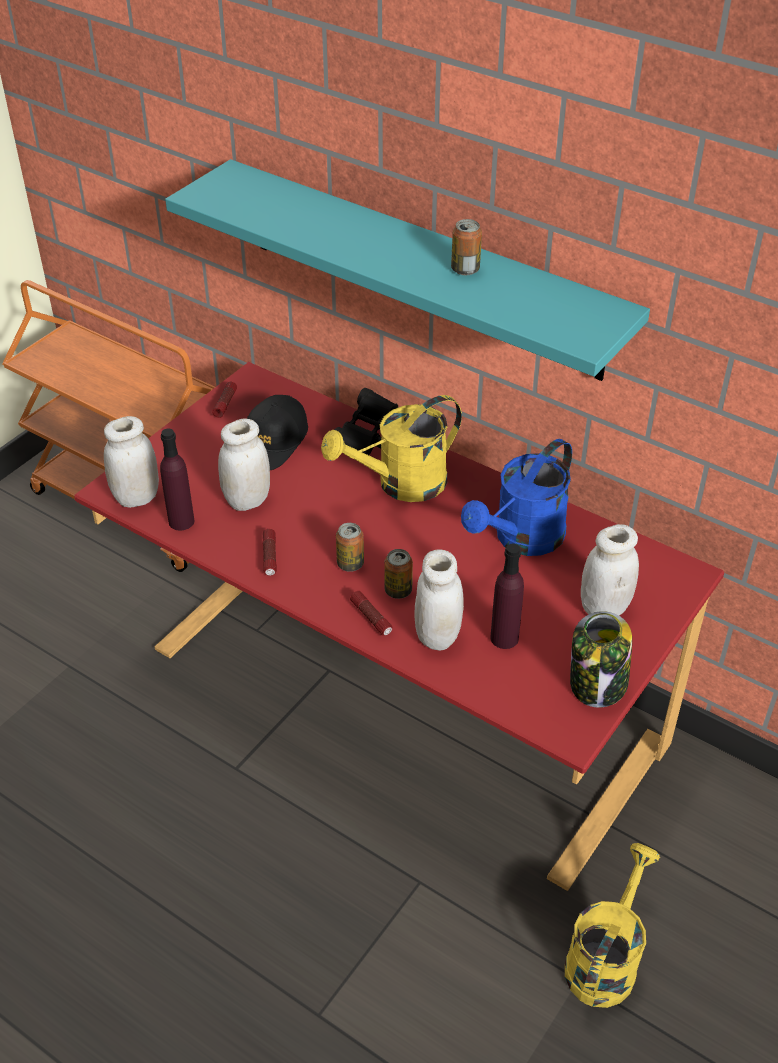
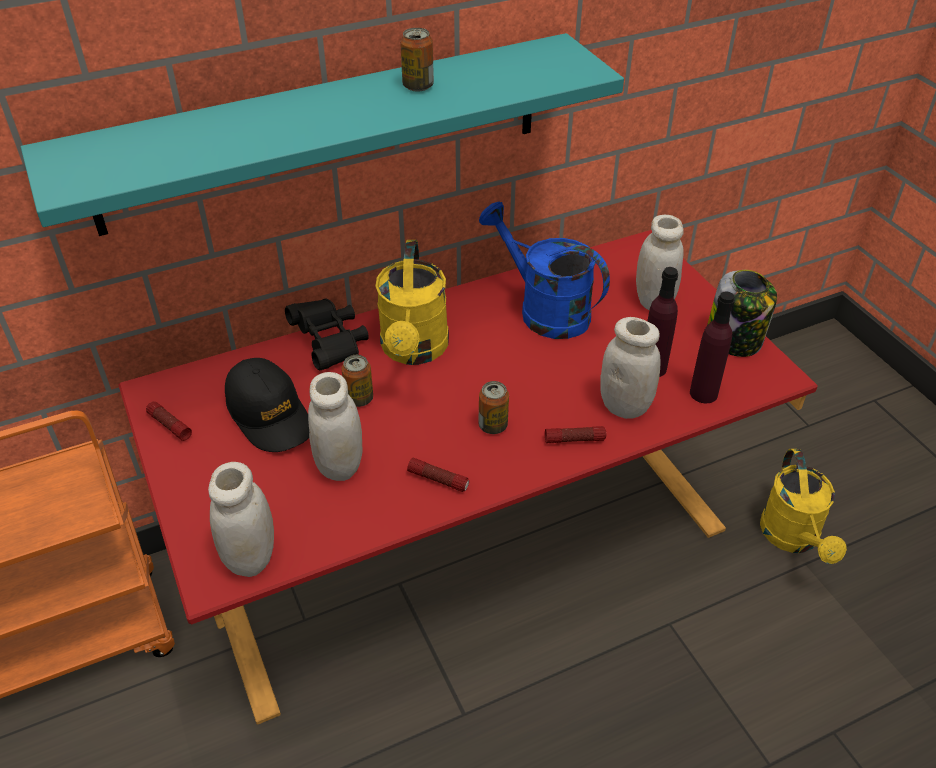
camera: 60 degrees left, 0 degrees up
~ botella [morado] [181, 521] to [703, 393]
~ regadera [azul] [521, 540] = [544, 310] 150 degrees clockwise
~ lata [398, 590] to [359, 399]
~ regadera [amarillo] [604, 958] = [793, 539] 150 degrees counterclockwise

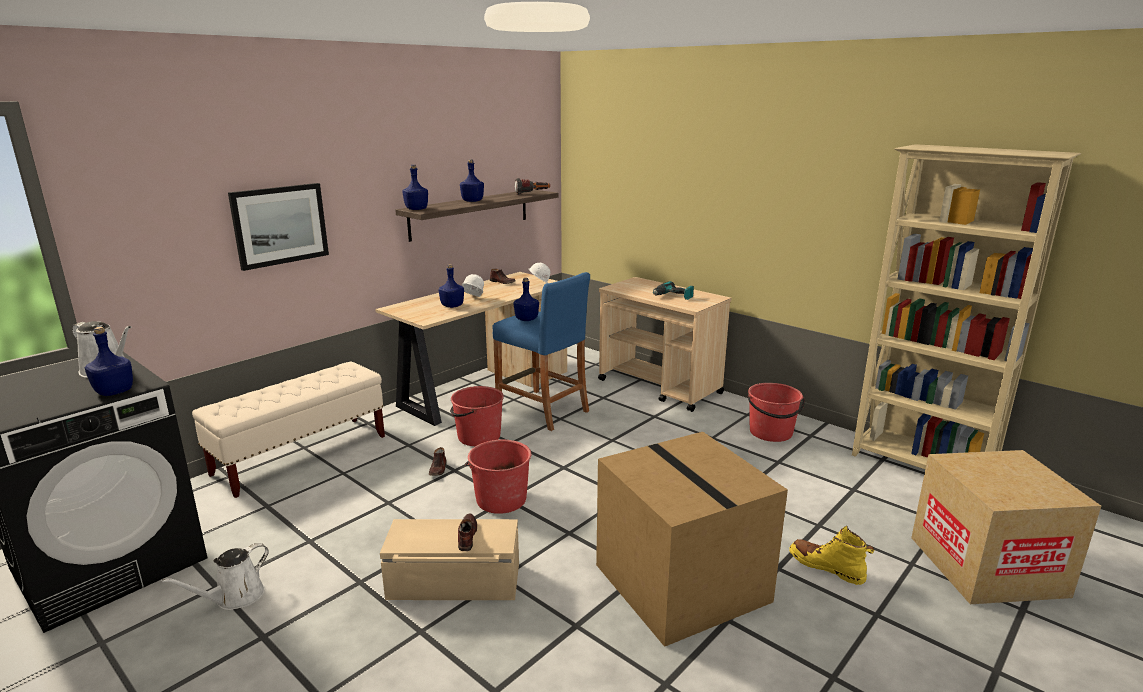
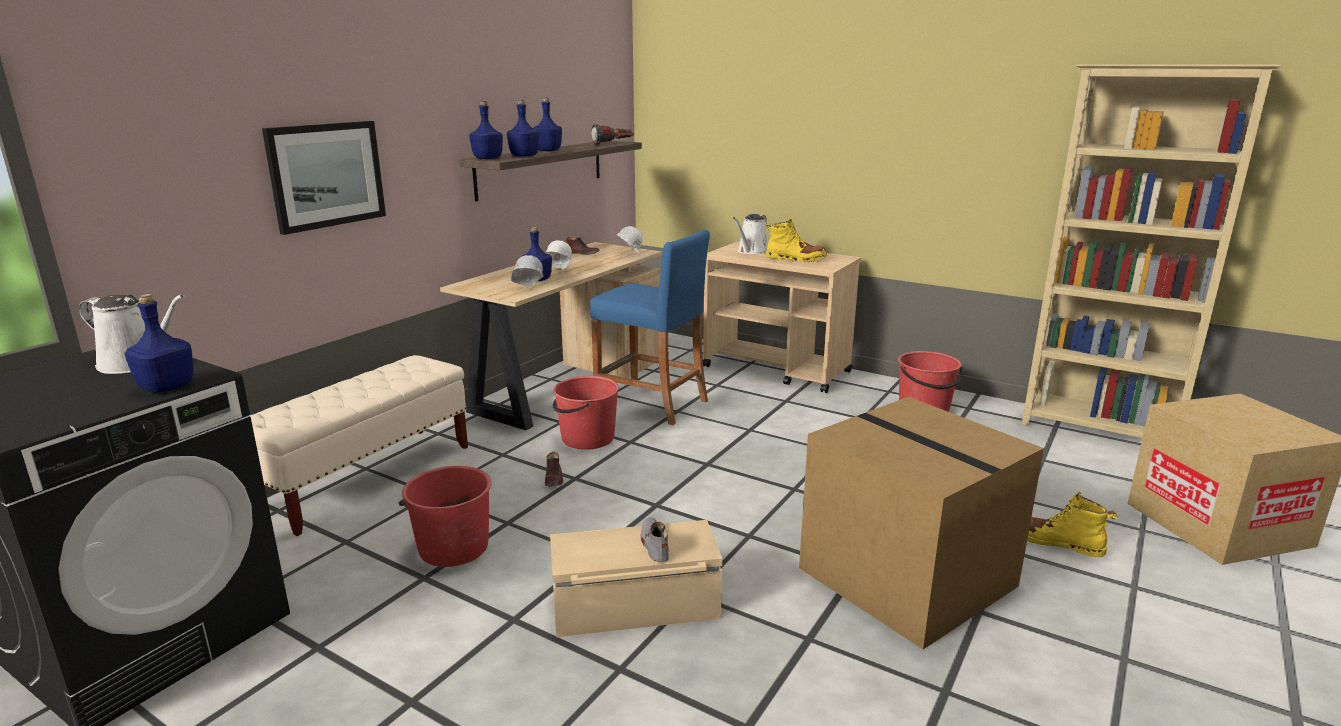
camera: 10 degrees left, 0 degrees up
~ botella [azul] [527, 319] to [524, 156]
~ taladro [673, 296] to bota [amarillo] [795, 259]
~ cubo [rojo] [501, 499] to [453, 547]
~ zapato [marrón] [466, 536] to zapato [gris] [654, 544]
~ regadera [blanco] [235, 598] to [751, 251]
+ casco [blanco] [527, 289]

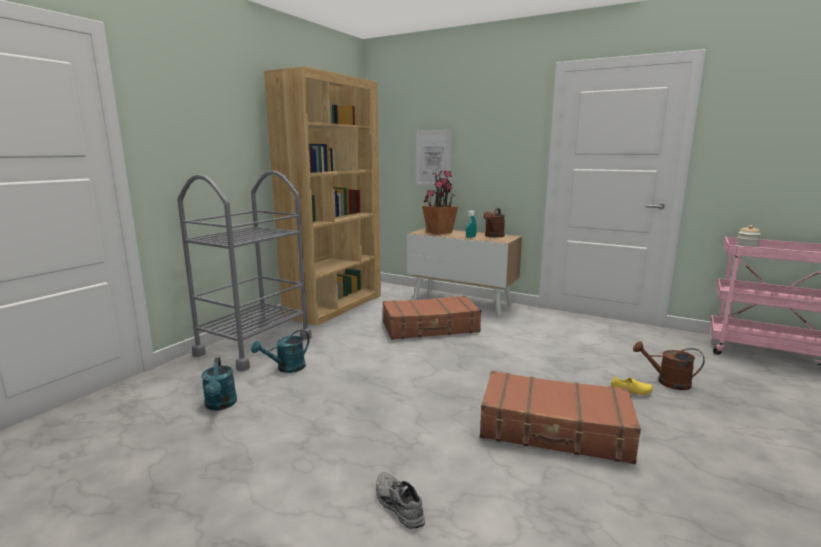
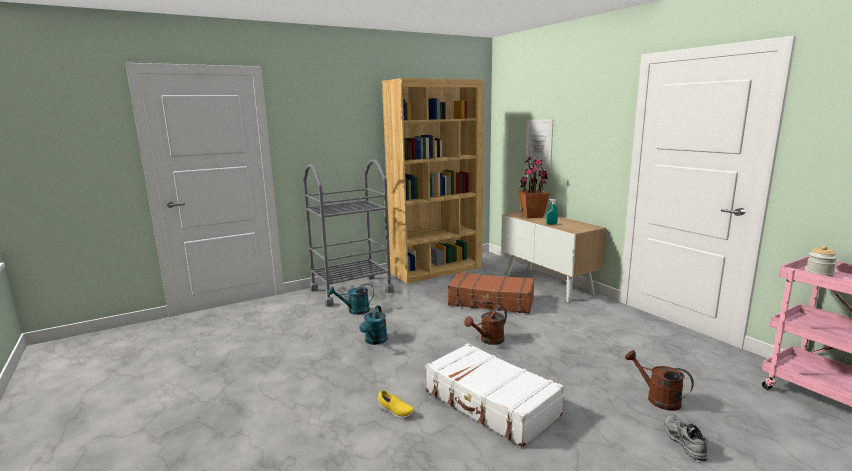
camera: 30 degrees right, 0 degrees up
~ regadera [marrón] [493, 236] to [488, 340]
~ regadera [turquesa] [221, 405] to [374, 341]
~ maleta [marrón] [555, 430] to maleta [blanco] [490, 404]
~ zapato [amarillo] [631, 394] to [395, 412]
~ zapato [gris] [397, 506] to [683, 441]

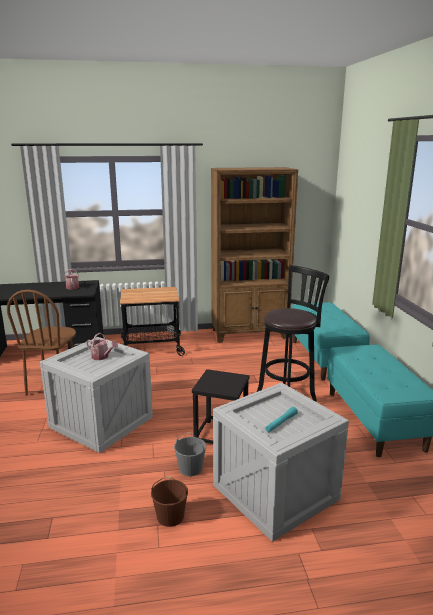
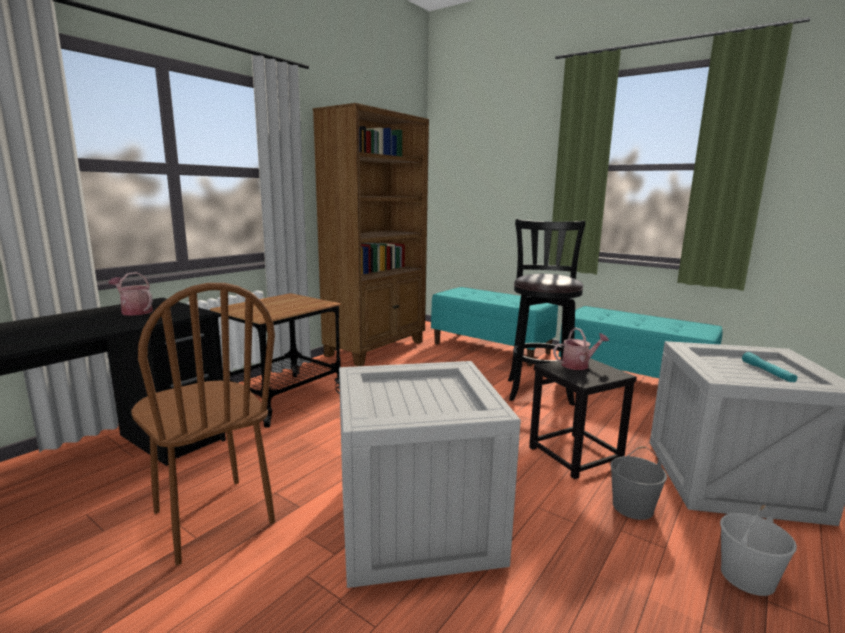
camera: 45 degrees left, 5 degrees down
~ regadera [102, 357] to [578, 365]
~ cubo [marrón] [170, 516] to cubo [blanco] [747, 577]

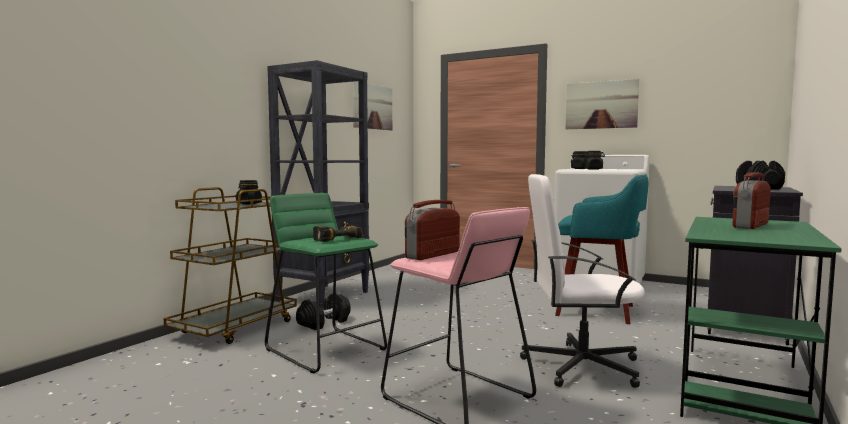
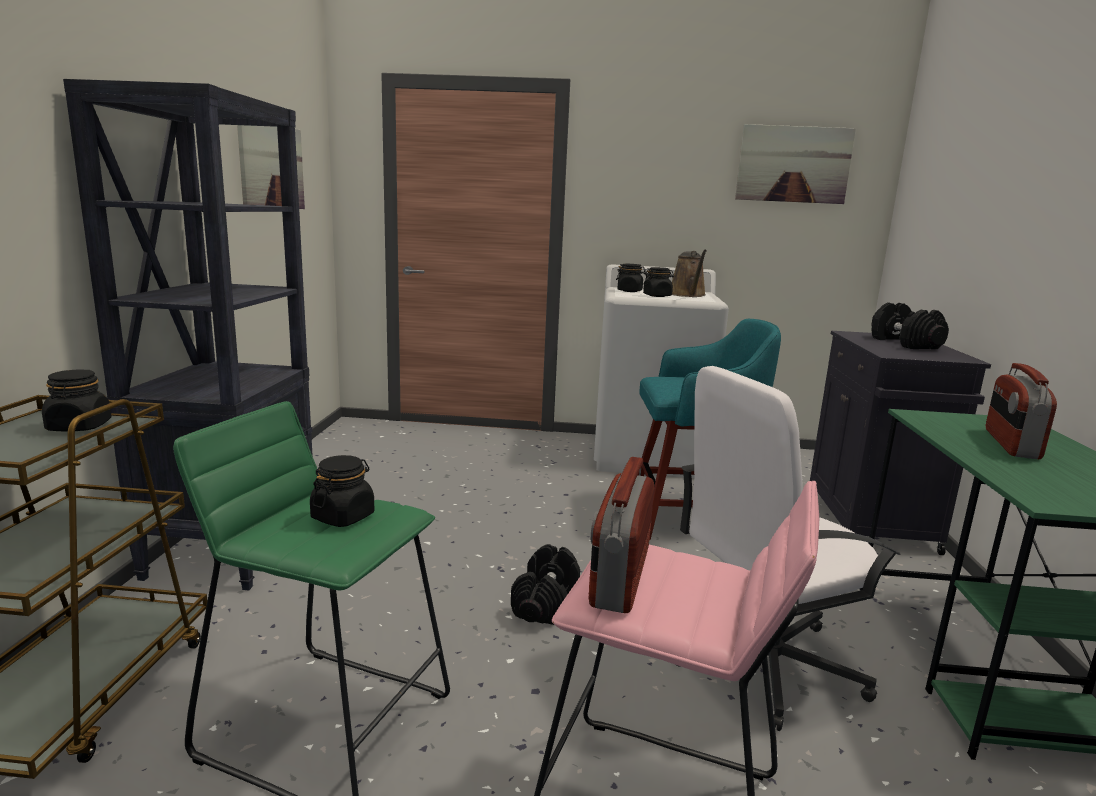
camera: 25 degrees left, 10 degrees up
~ cuadro [601, 105] to [793, 164]
~ taladro [335, 238] to tarro [negro] [343, 516]
~ mancuerna [negro] [324, 323] to [545, 602]
+ regadera [marrón] [688, 295]

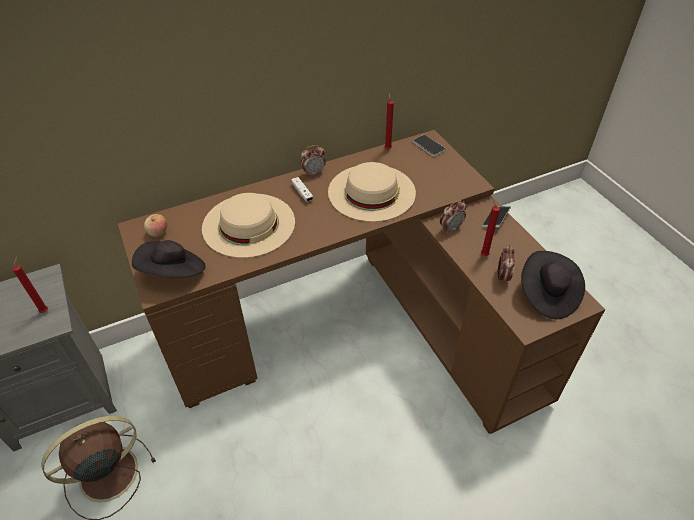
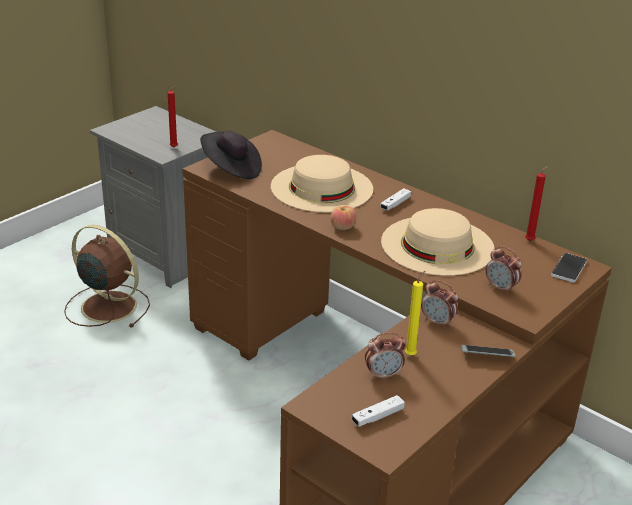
camera: 65 degrees right, 15 degrees down
~ despertador [313, 173] to [501, 288]
~ vela [rojo] [483, 254] to vela [amarillo] [411, 354]
~ manzana [158, 233] to [342, 227]
~ sombrero [negro] [547, 295] to mando de consola [blanco] [377, 417]

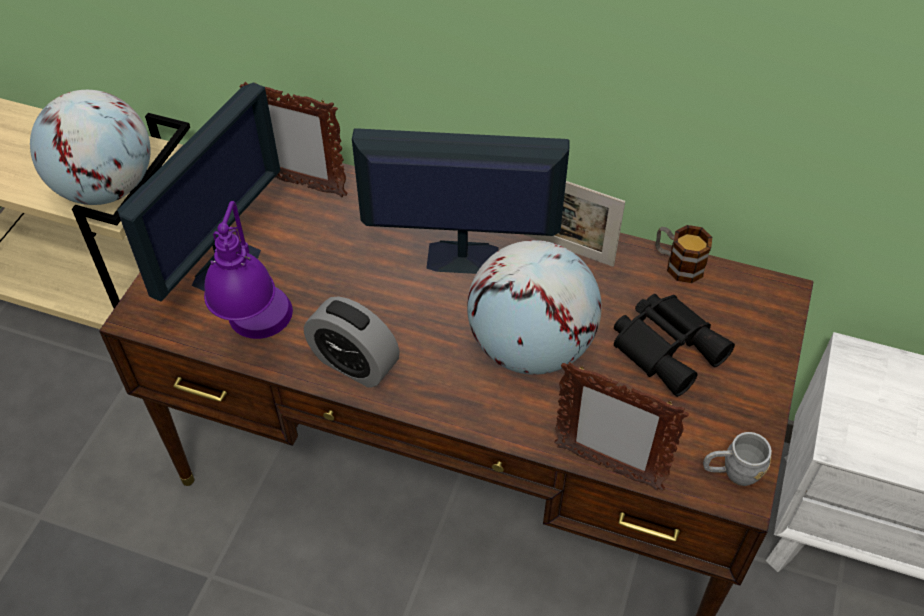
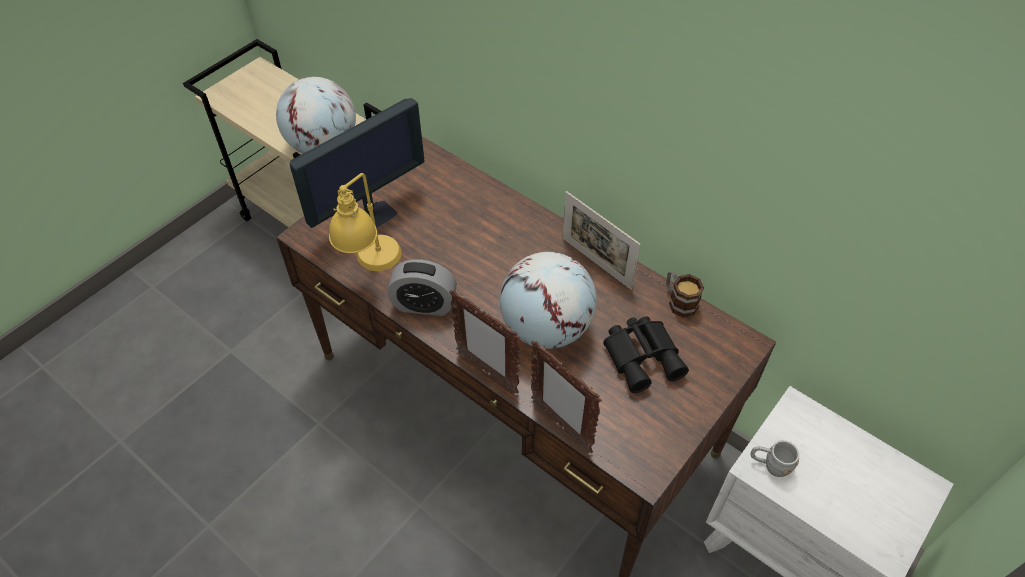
camera: 20 degrees right, 0 degrees up
~ portarretratos [303, 185] to [486, 371]
- monitor [460, 258]
~ lámpara de mesa [morado] [260, 336] to lámpara de mesa [amarillo] [372, 269]
~ despertador [354, 363] = [424, 304] 45 degrees counterclockwise
~ taza grande [gris] [731, 472] to [770, 465]

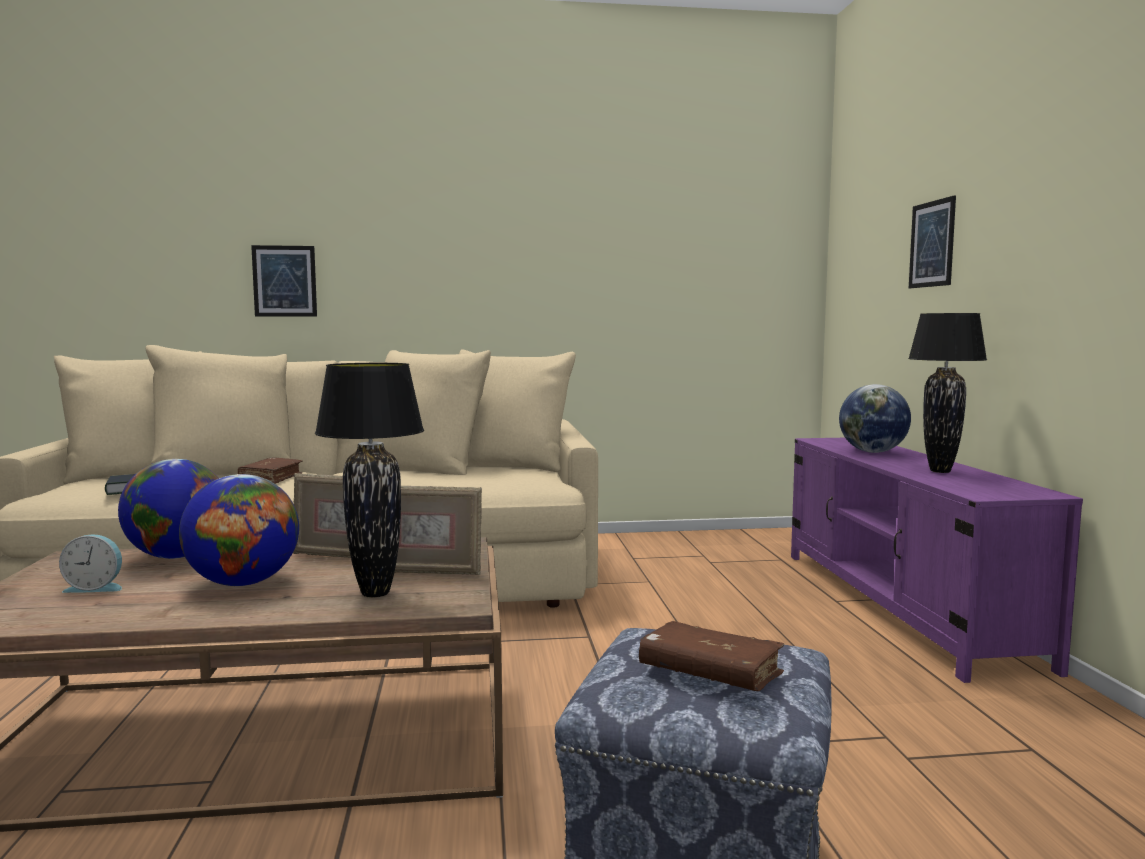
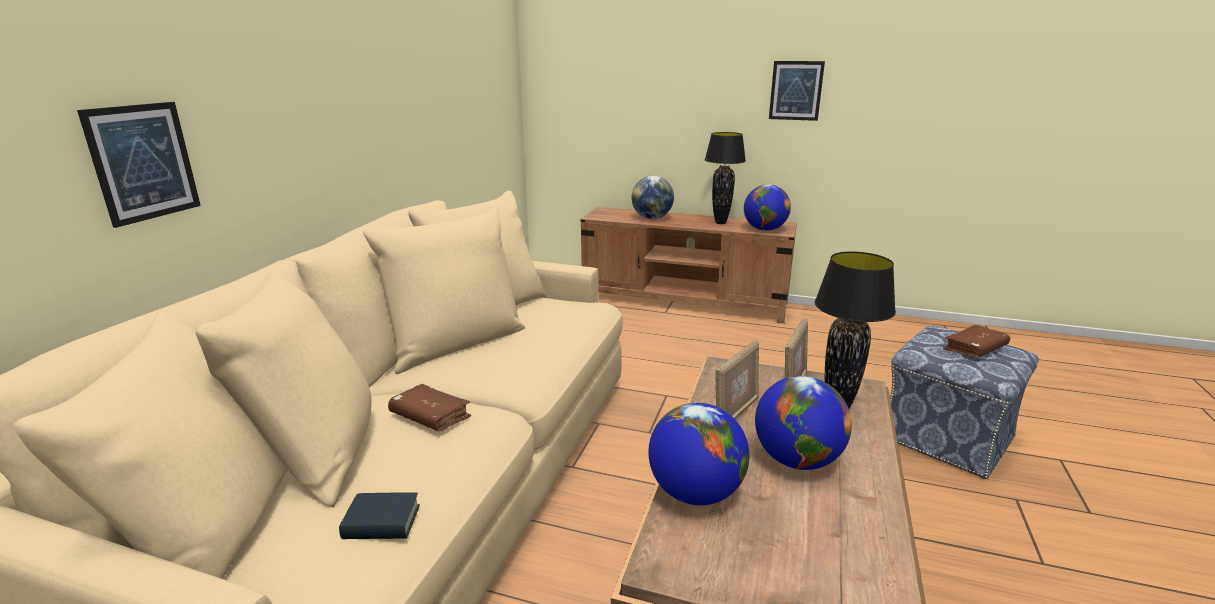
camera: 65 degrees left, 15 degrees up
~ cuadro [932, 244] to [796, 90]
~ mueble de televisión [morado] [901, 605] to mueble de televisión [marrón] [684, 301]
- despertador [96, 587]
+ globo terráqueo [764, 229]

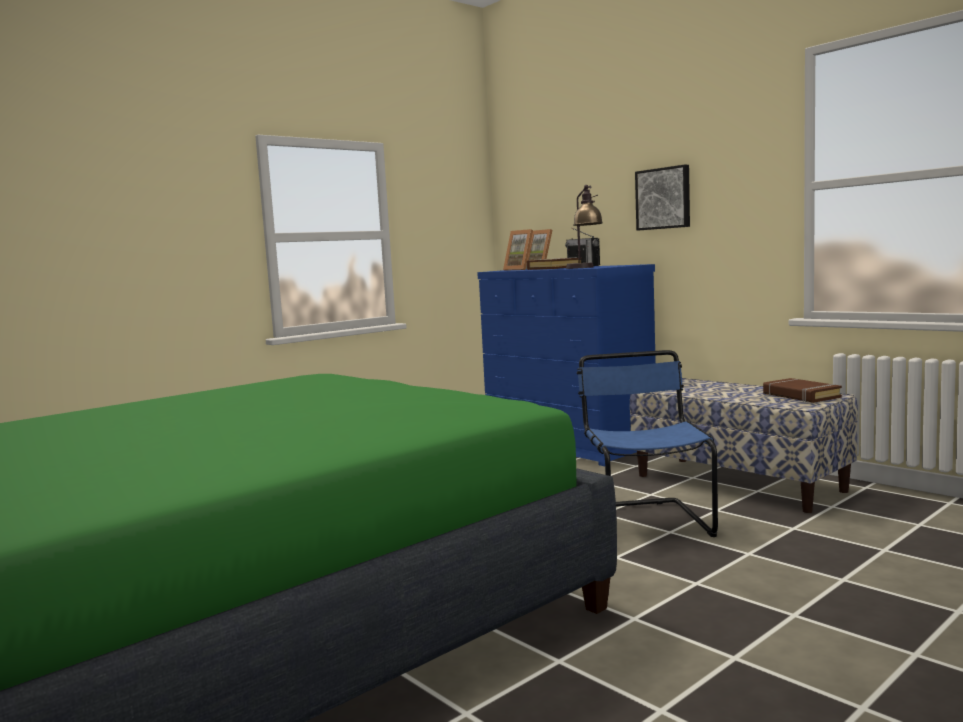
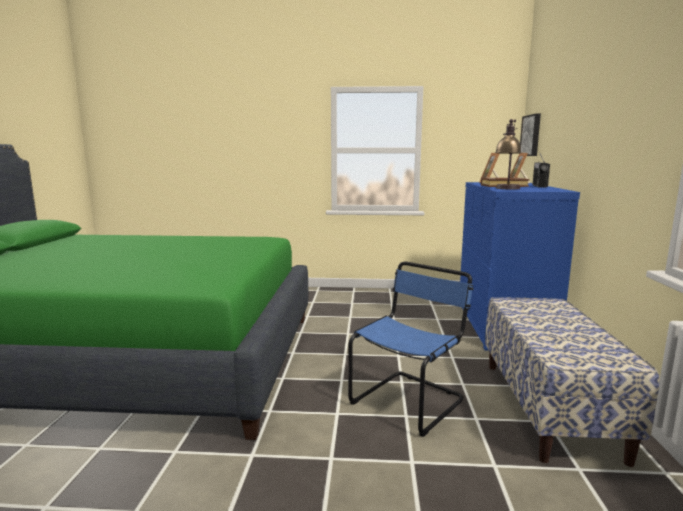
camera: 45 degrees right, 5 degrees up
~ cuadro [664, 198] to [531, 135]
- libro [marrón] [800, 396]

